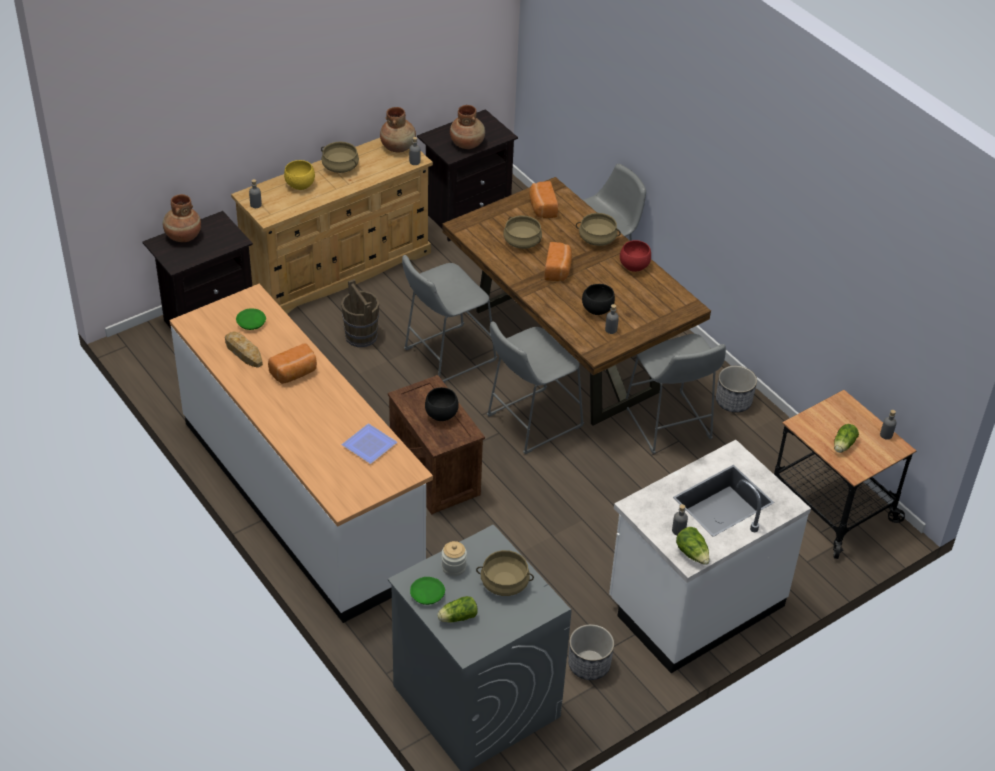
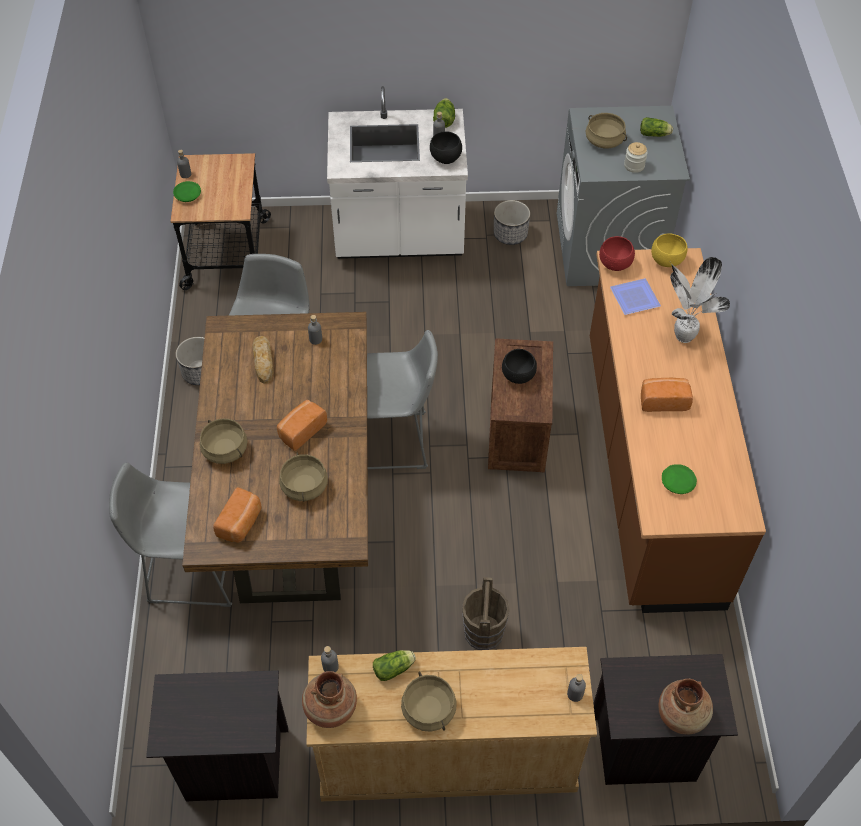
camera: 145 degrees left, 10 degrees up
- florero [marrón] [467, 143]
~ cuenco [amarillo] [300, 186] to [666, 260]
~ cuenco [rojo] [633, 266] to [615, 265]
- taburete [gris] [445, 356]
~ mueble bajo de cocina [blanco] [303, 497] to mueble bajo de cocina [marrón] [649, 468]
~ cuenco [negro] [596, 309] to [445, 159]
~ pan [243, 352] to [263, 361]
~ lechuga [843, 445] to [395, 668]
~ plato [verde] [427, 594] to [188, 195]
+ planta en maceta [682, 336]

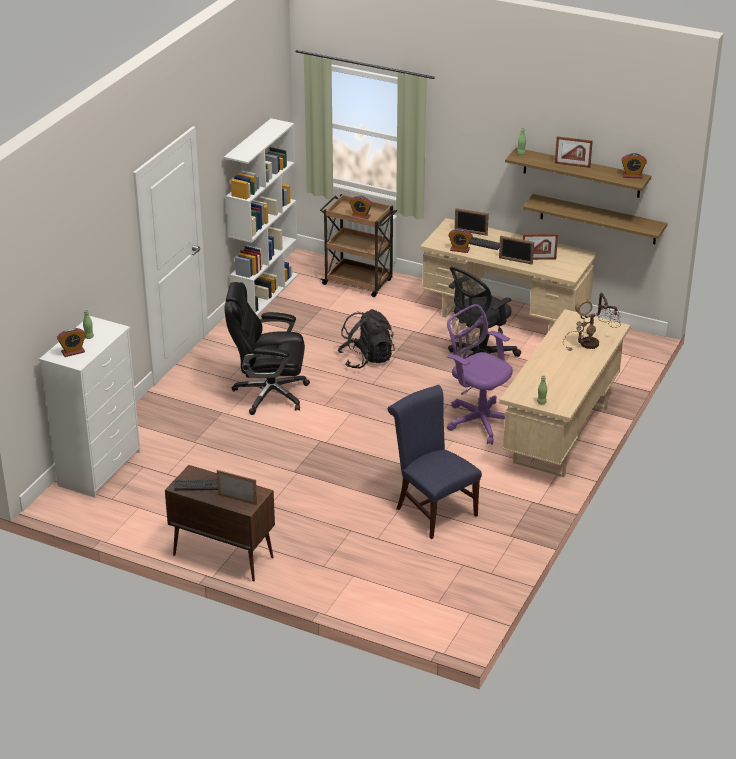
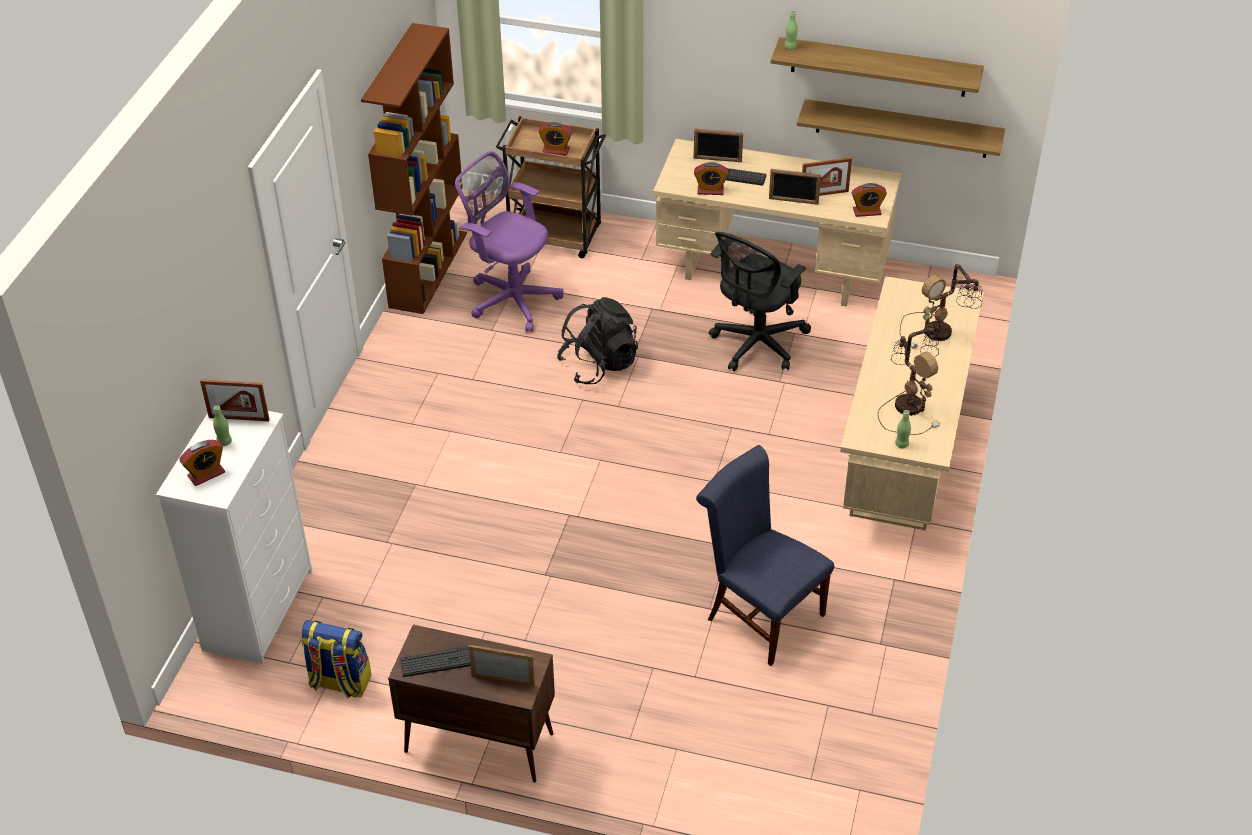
camera: 10 degrees left, 10 degrees up
~ estantería [blanco] [265, 293] to estantería [marrón] [428, 269]
~ portarretratos [572, 165] to [239, 418]
~ despertador [632, 175] to [867, 211]
- silla de oficina [negro] [269, 394]
~ silla de oficina [morado] [478, 420] to [511, 298]
+ lámpara de mesa [908, 404]
+ mochila [339, 682]

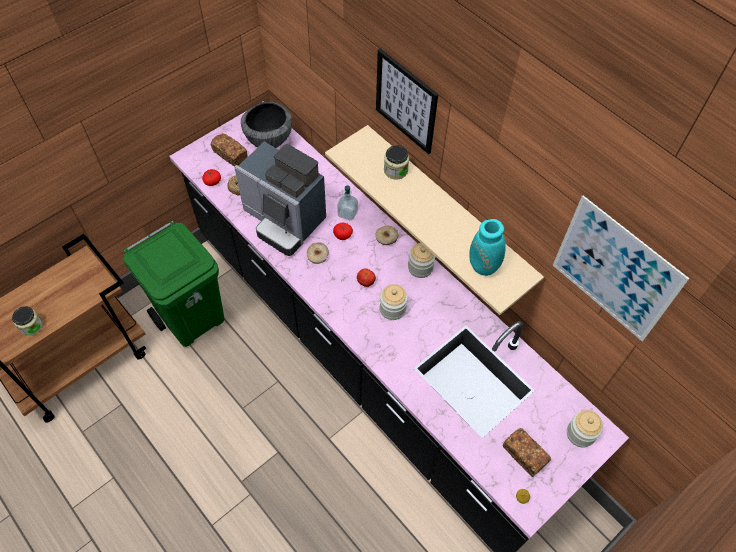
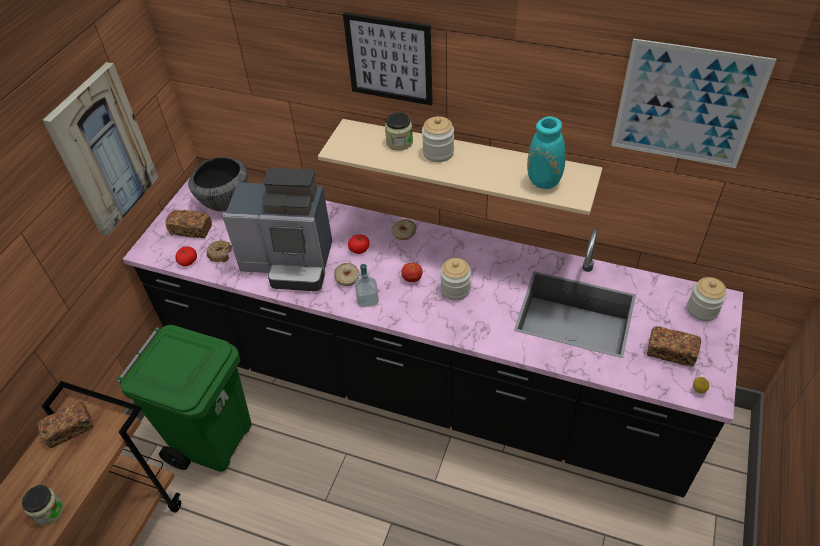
camera: 25 degrees left, 10 degrees down
~ dispensador de jabón [347, 213] to [367, 300]
~ tarro [420, 267] to [438, 153]
+ cuadro [103, 151]
+ pan [69, 429]

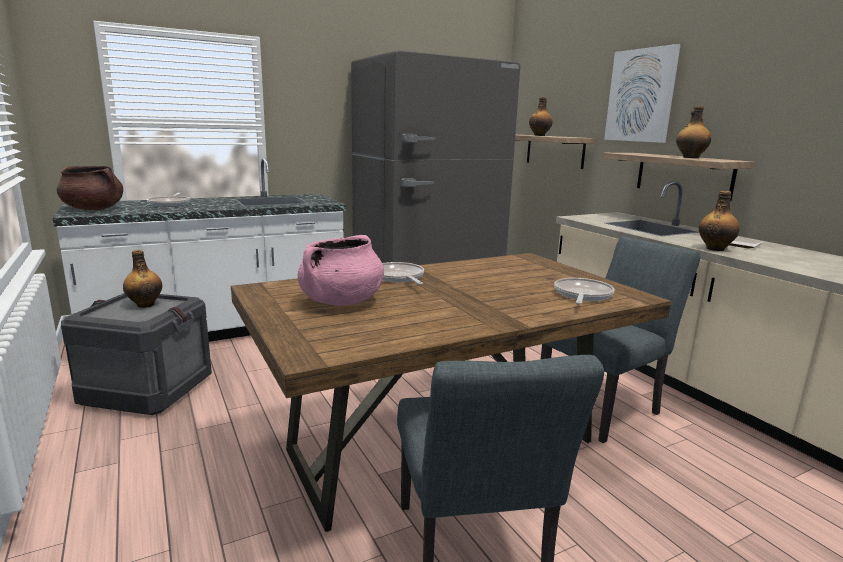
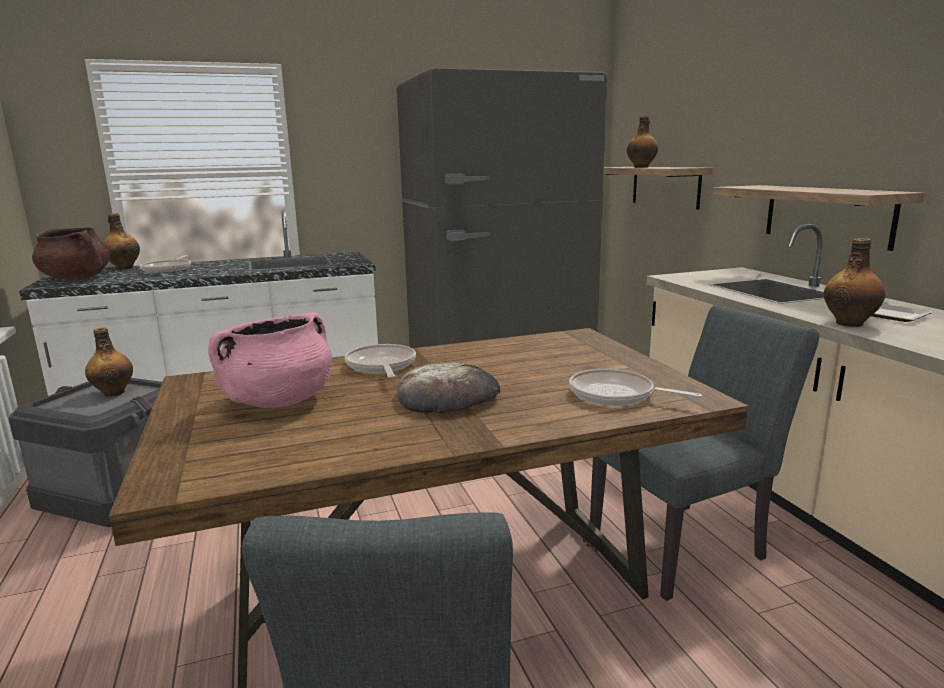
camera: 10 degrees right, 0 degrees up
- cuadro [641, 96]
~ botella [690, 157] to [124, 267]
~ sartén [582, 295] = [616, 395] 90 degrees counterclockwise
+ pan [448, 396]

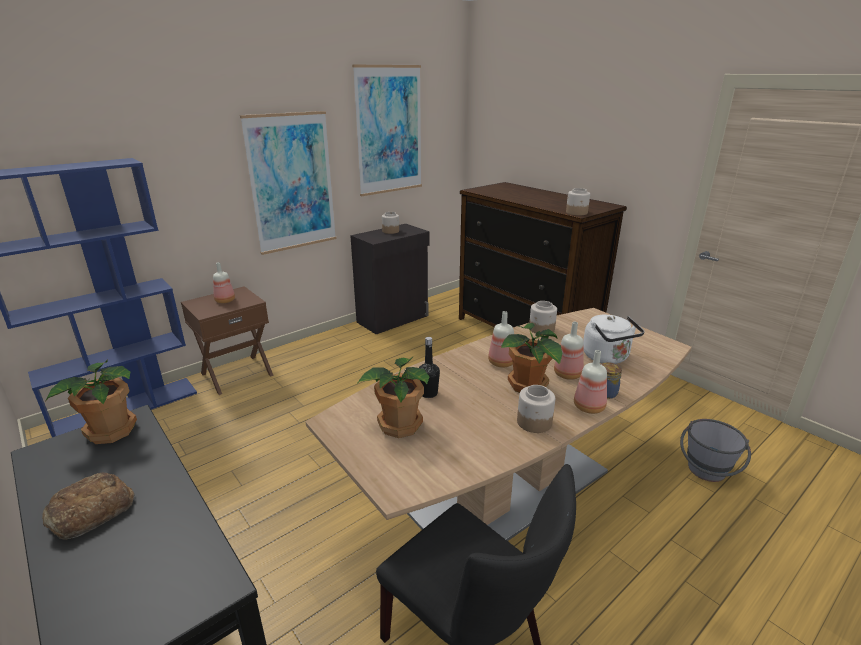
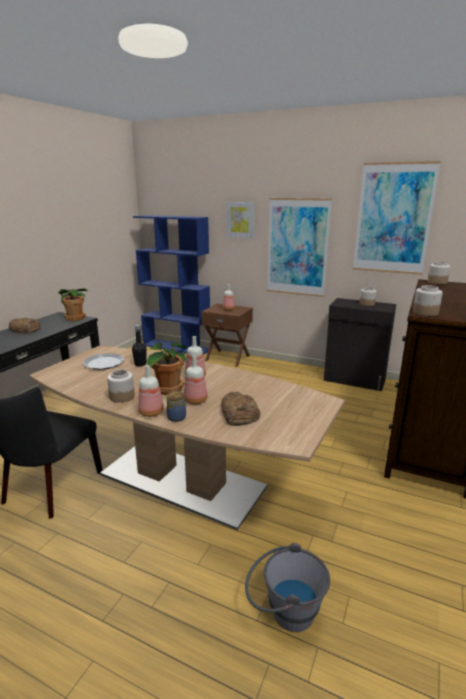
camera: 65 degrees right, 5 degrees down
~ tarro [541, 329] to [437, 282]
~ hervidor [blanco] [607, 357] to pan [239, 414]
~ planta en maceta [398, 424] to plato [103, 363]
+ cuadro [240, 219]

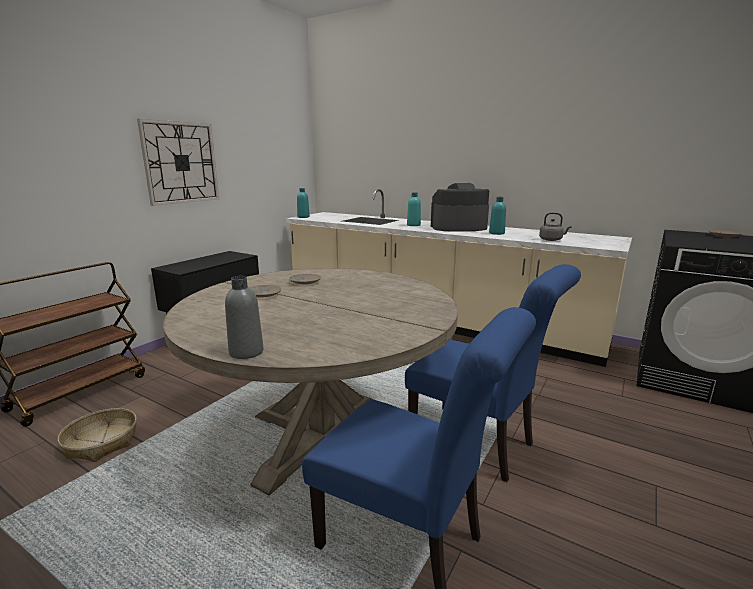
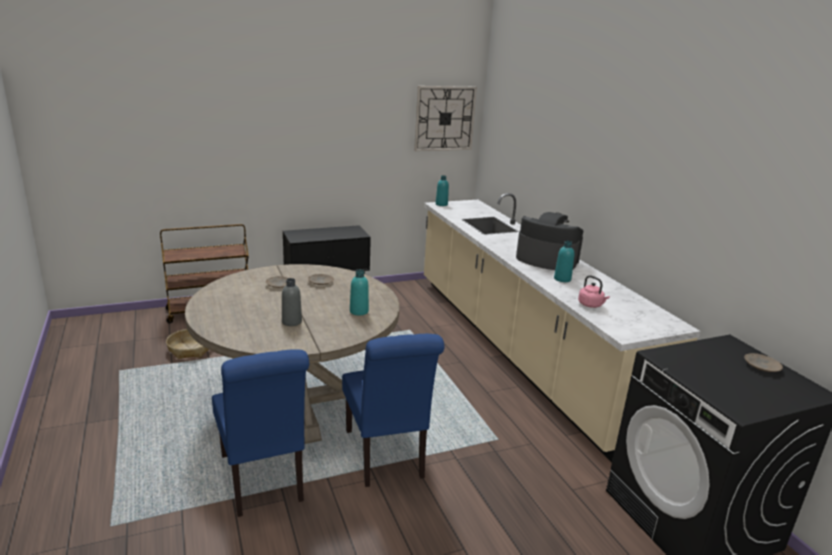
camera: 35 degrees right, 5 degrees up
~ reloj de pared [181, 163] to [444, 118]
~ botella [turquesa] [413, 225] to [359, 311]
~ hervidor [gris] [552, 240] to hervidor [rosa] [591, 305]
~ botella [gris] [246, 352] to [291, 322]

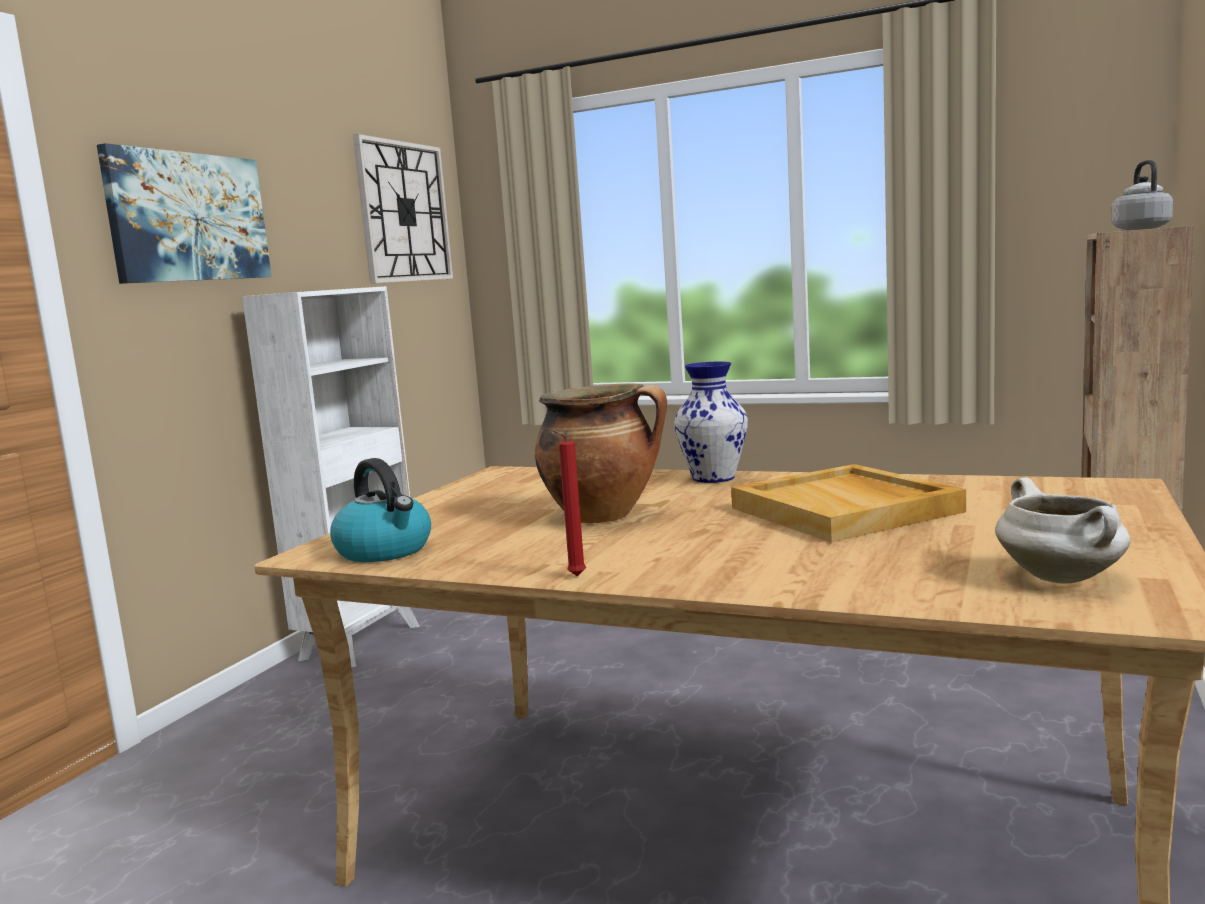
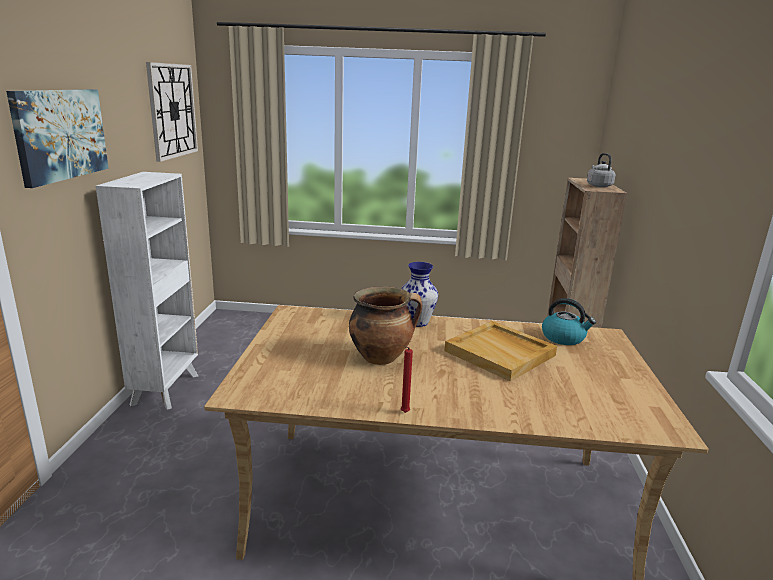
camera: 20 degrees left, 10 degrees up
~ hervidor [385, 551] to [564, 338]
- olla [blanco] [1063, 578]

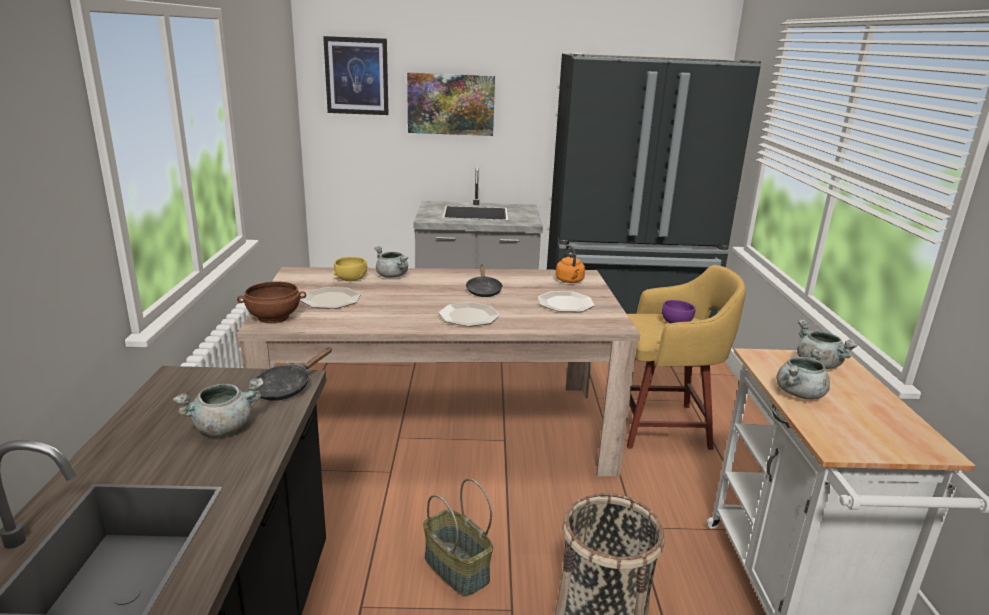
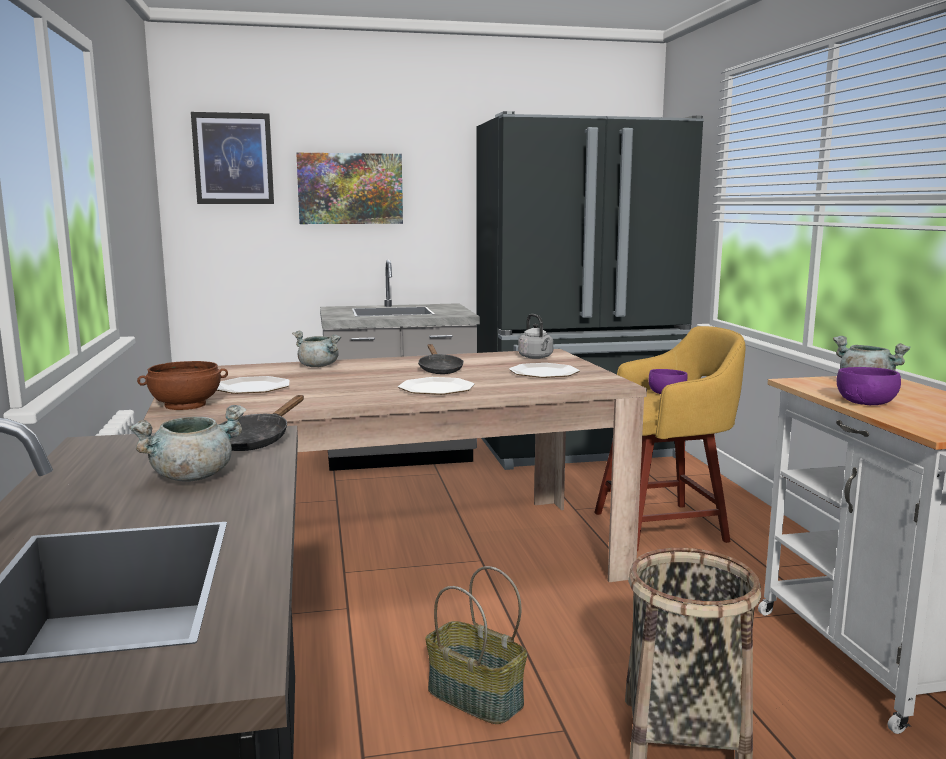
camera: 10 degrees left, 10 degrees down
~ hervidor [naranja] [570, 281] to hervidor [gris] [536, 357]
- cuenco [amarillo] [351, 278]
~ olla [gris] [799, 394] to cuenco [morado] [866, 402]

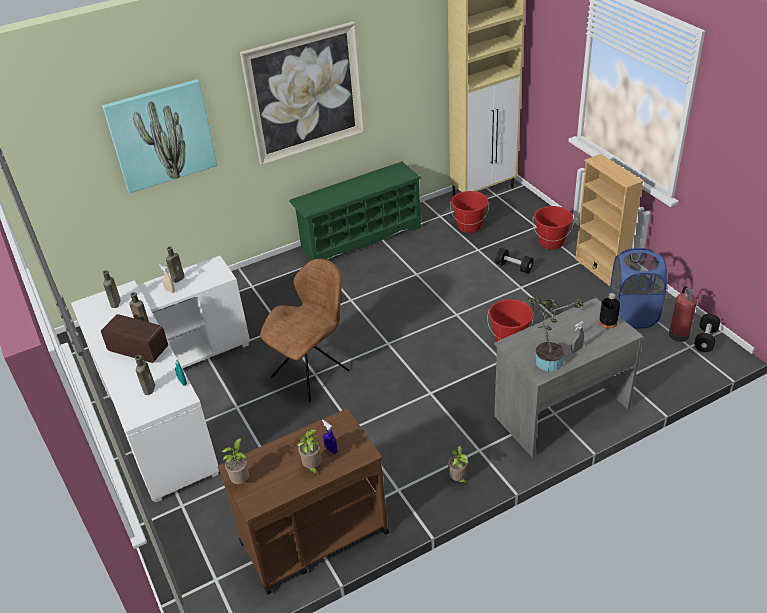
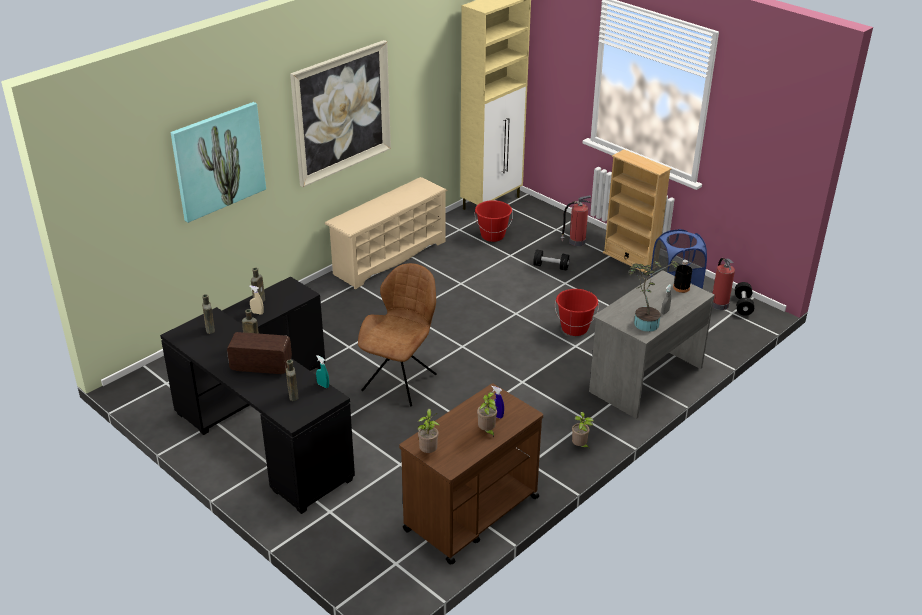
camera: 20 degrees left, 5 degrees down
~ zapatero [verde] [360, 238] to zapatero [beis] [389, 257]
~ cubo [rojo] [551, 242] to extintor [576, 242]
~ escritorio [blanco] [169, 400] to escritorio [negro] [266, 426]

